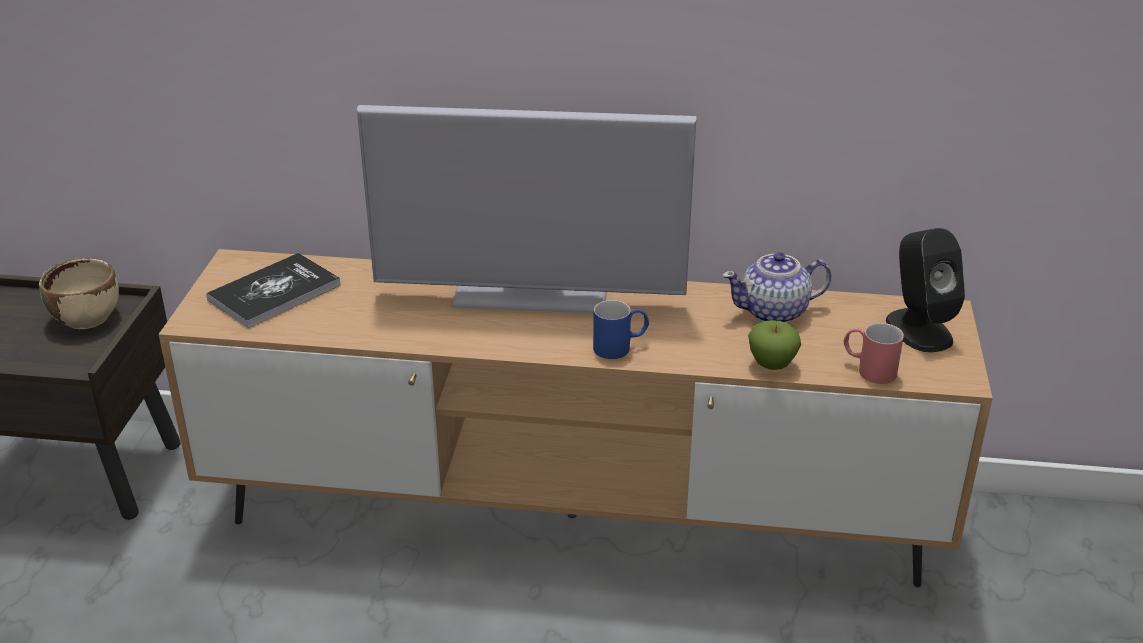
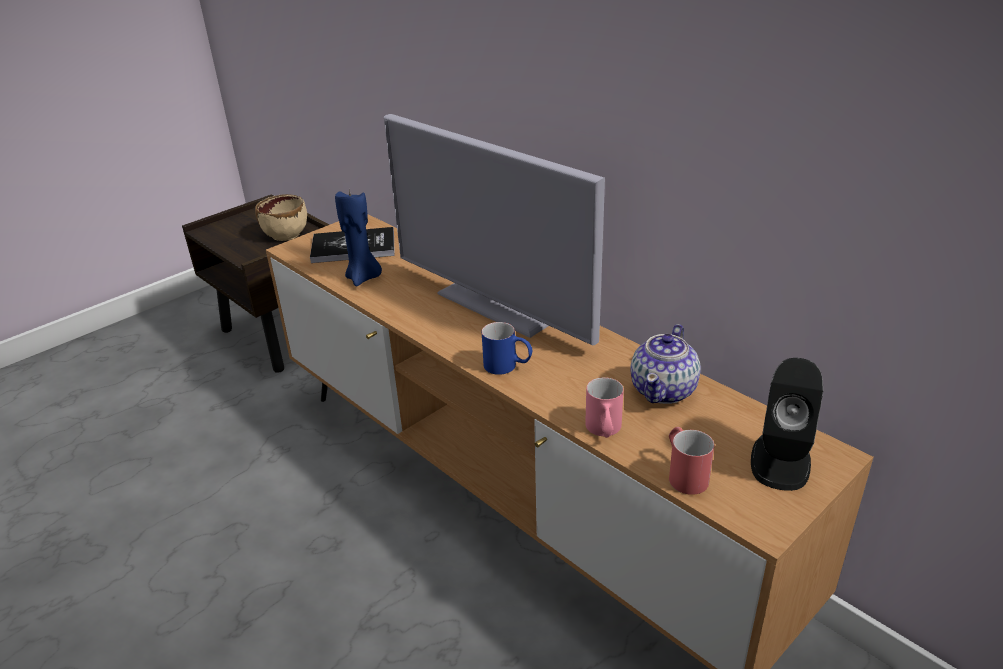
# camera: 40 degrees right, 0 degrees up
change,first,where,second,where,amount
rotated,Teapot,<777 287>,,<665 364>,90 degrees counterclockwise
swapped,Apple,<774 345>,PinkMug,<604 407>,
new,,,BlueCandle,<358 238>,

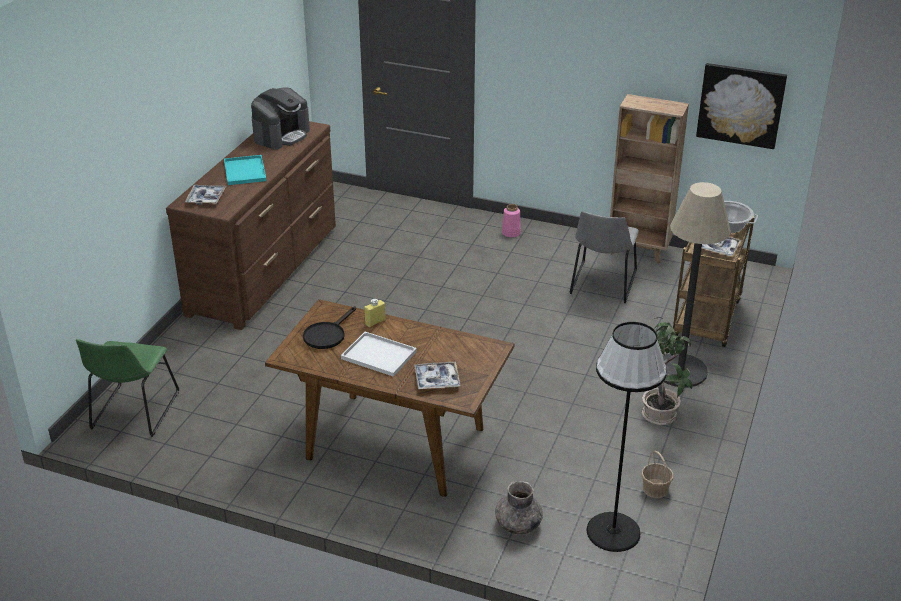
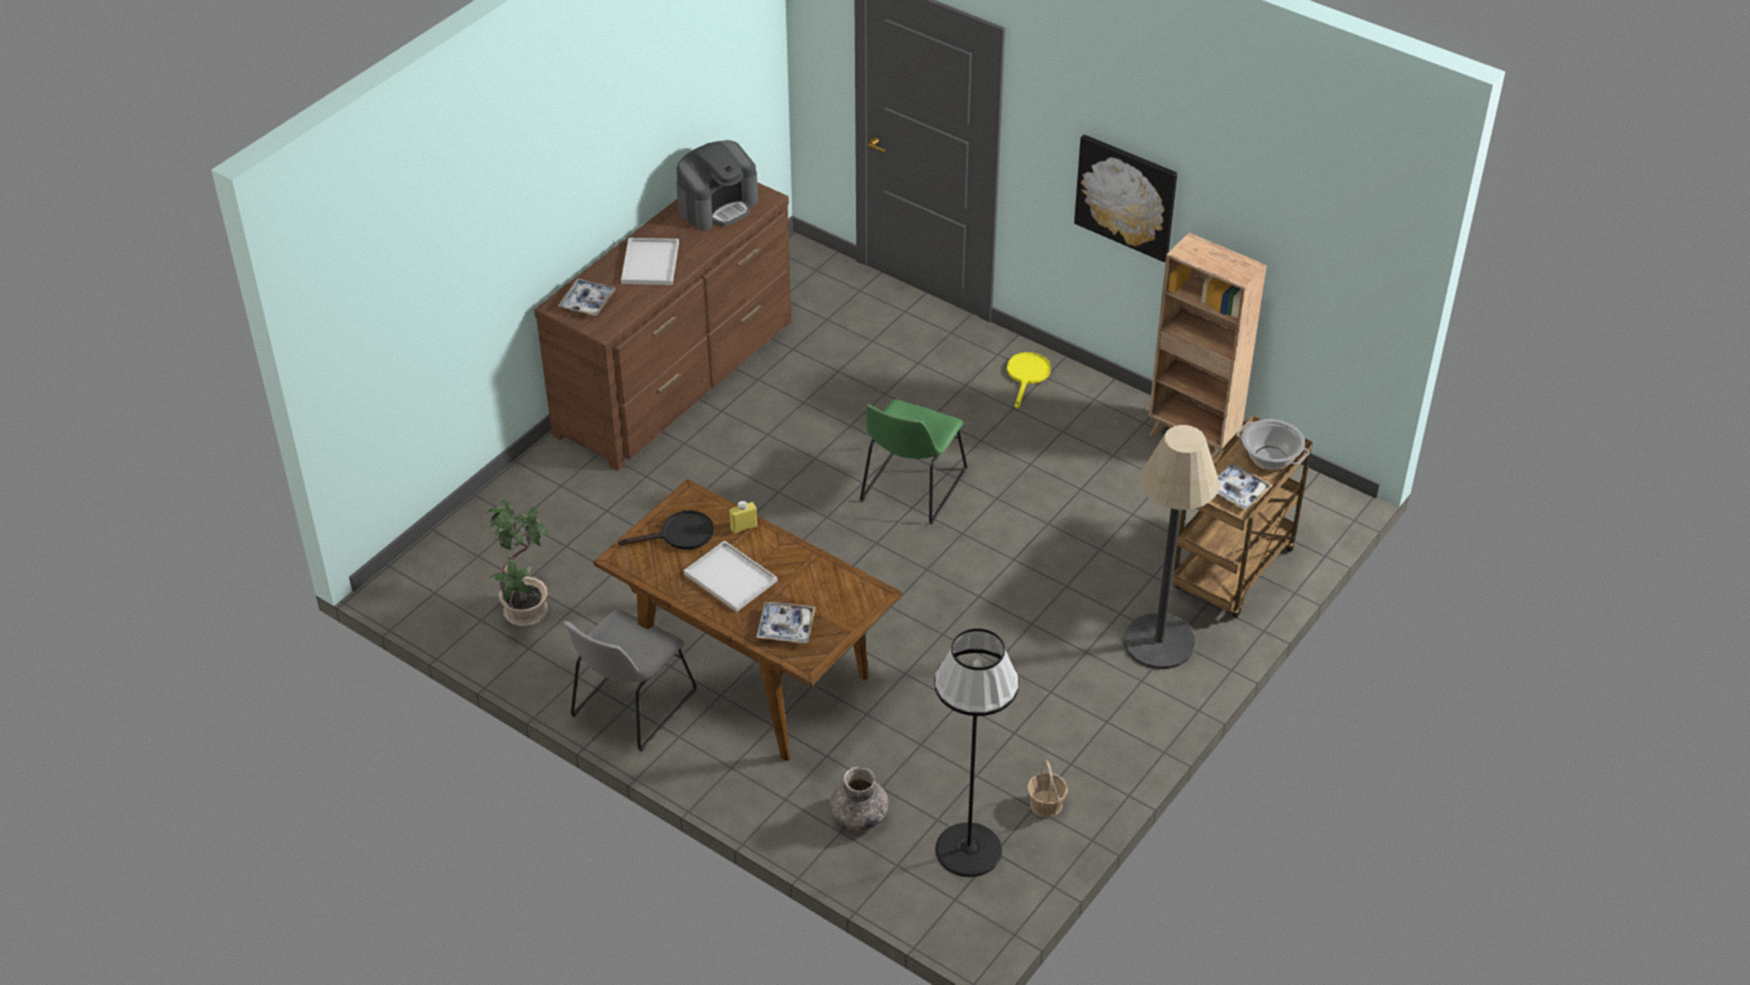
# camera: 15 degrees right, 10 degrees up
change,first,where,second,where,amount
shifted,GreenChair,<127 388>,,<913 461>,
repainted,TurquoiseTray,<245 170>,WhiteTray,<650 261>,
rotated,BlackFryingPan,<329 327>,,<666 530>,150 degrees counterclockwise
swapped,PinkVase,<511 221>,YellowFryingPan,<1029 380>,
shifted,GreyChair,<604 257>,,<630 680>,
shifted,PottedPlant,<667 371>,,<517 562>,
shifted,Picture,<741 106>,,<1125 198>,

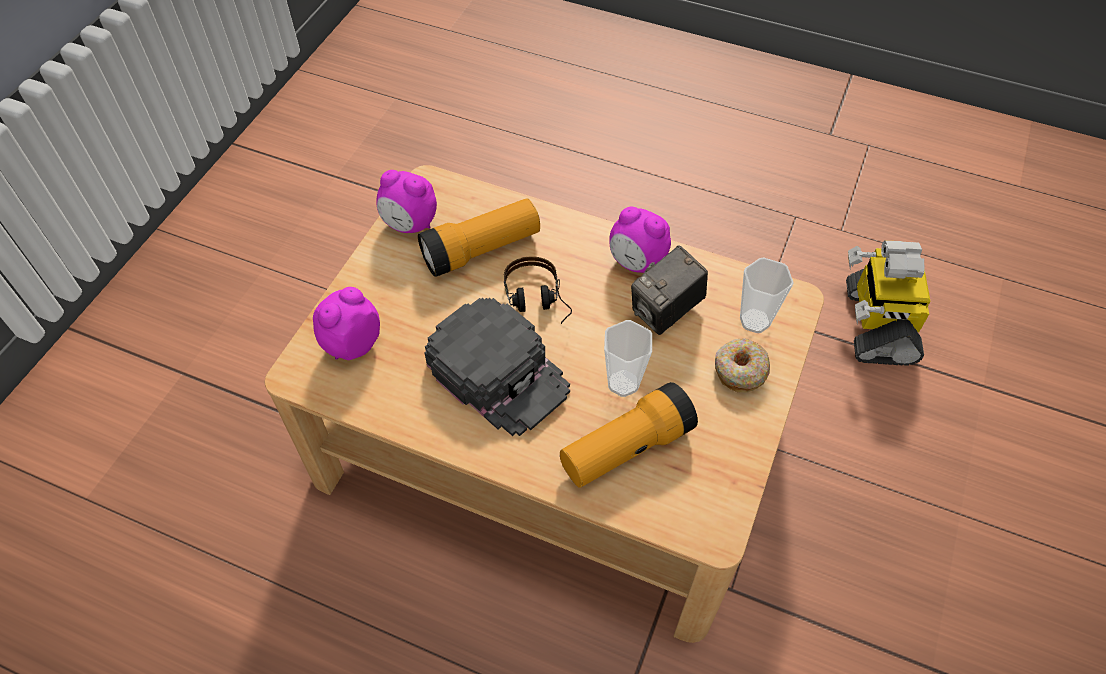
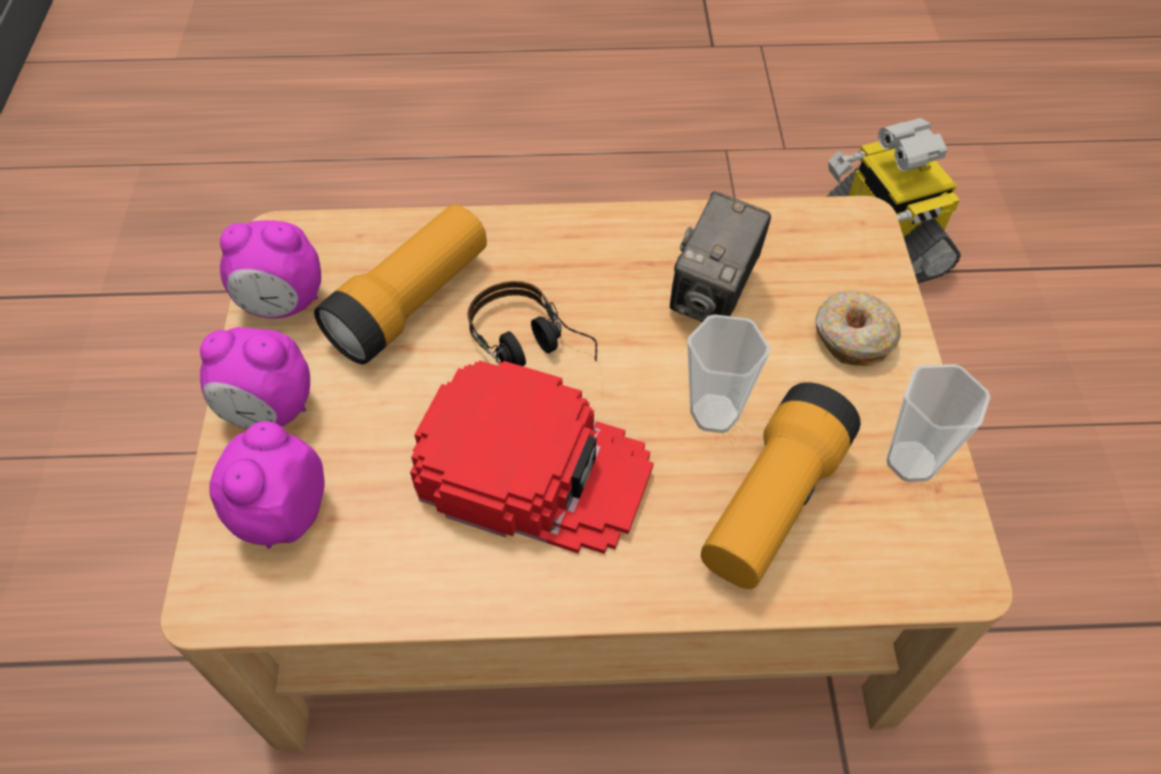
# camera: 25 degrees left, 0 degrees up
change,first,where,second,where,amount
repainted,BlackCap,<497 367>,RedCap,<532 457>,
shifted,AlarmClock,<640 239>,,<255 378>,
shifted,Cup,<767 295>,,<938 423>,

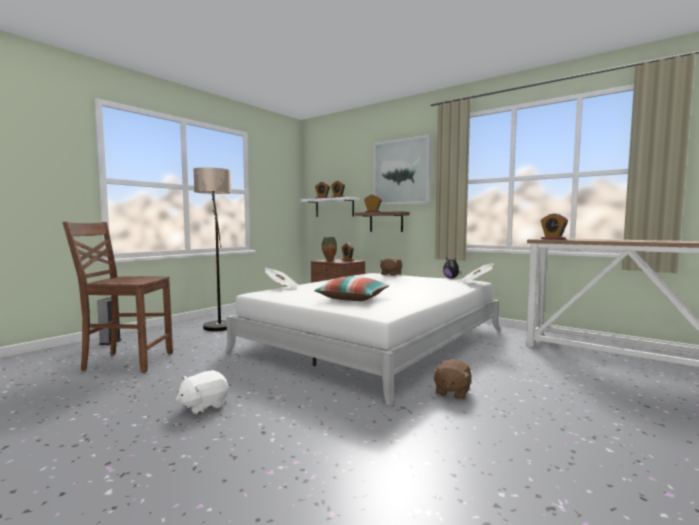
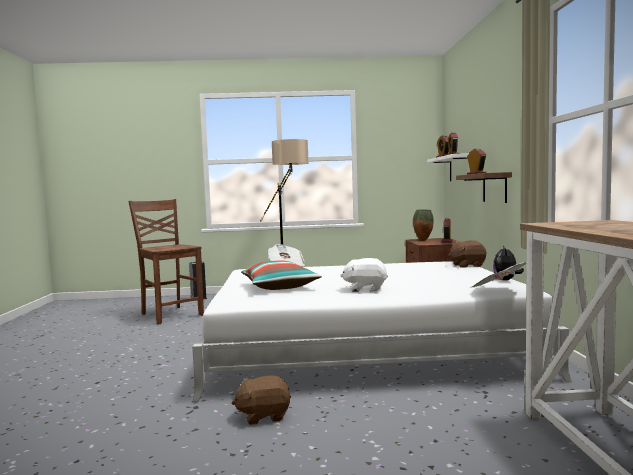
# camera: 50 degrees right, 0 degrees up
change,first,where,second,where,amount
shifted,WhitePlushToy,<202 392>,,<364 275>,
gone,Picture,<402 169>,,,
gone,AlarmClock,<554 227>,,,

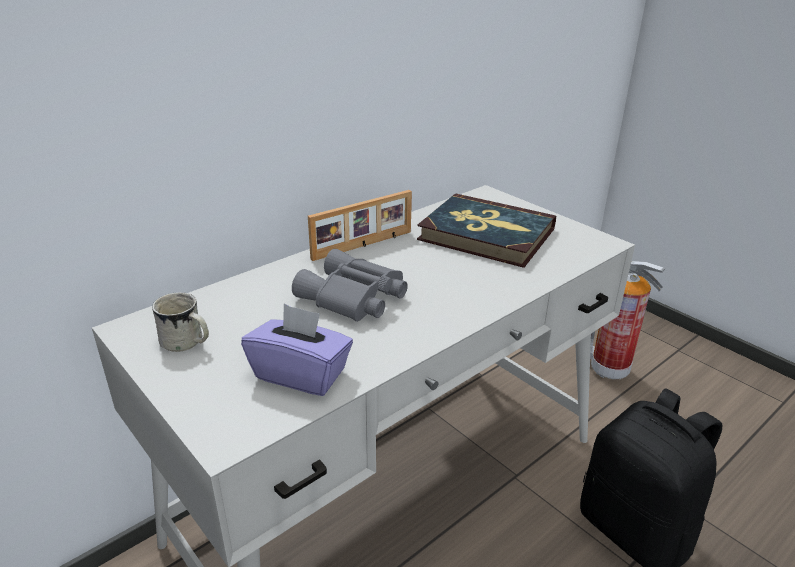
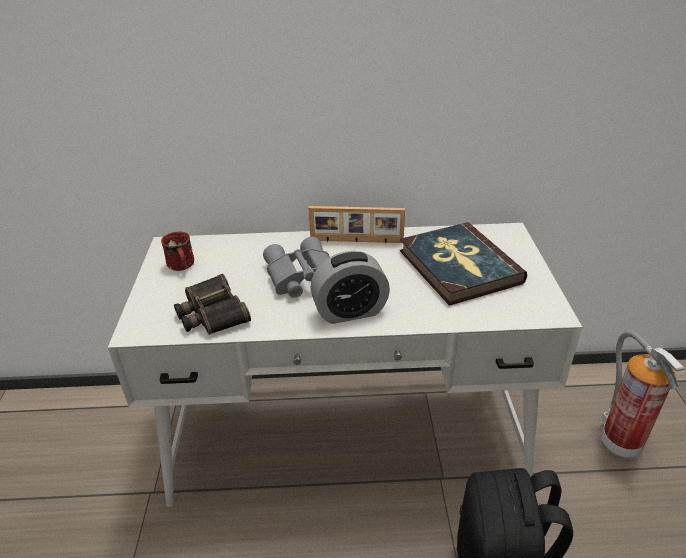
# camera: 40 degrees right, 5 degrees up
change,first,where,second,where,amount
repainted,WhiteMug,<180 322>,RedMug,<177 251>,
swapped,PurpleTissueBox,<297 350>,Binoculars,<212 304>,
new,,,AlarmClock,<350 287>,

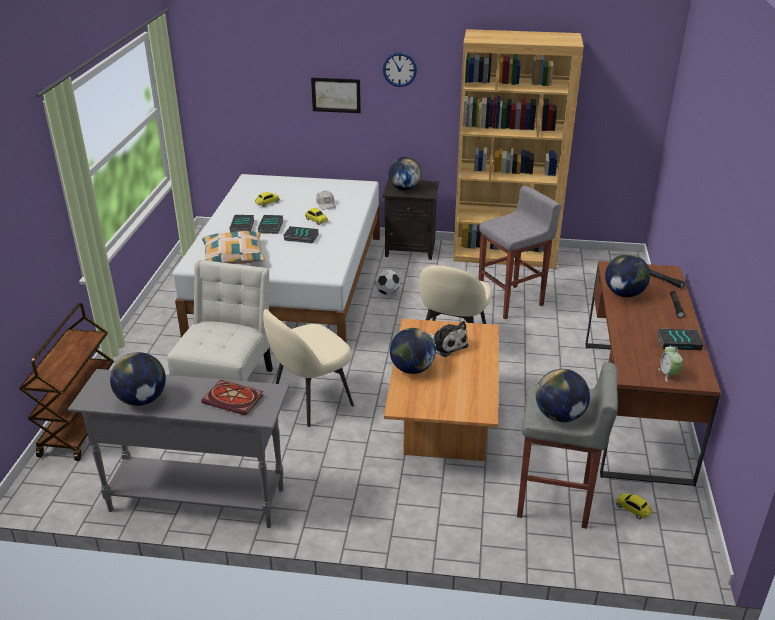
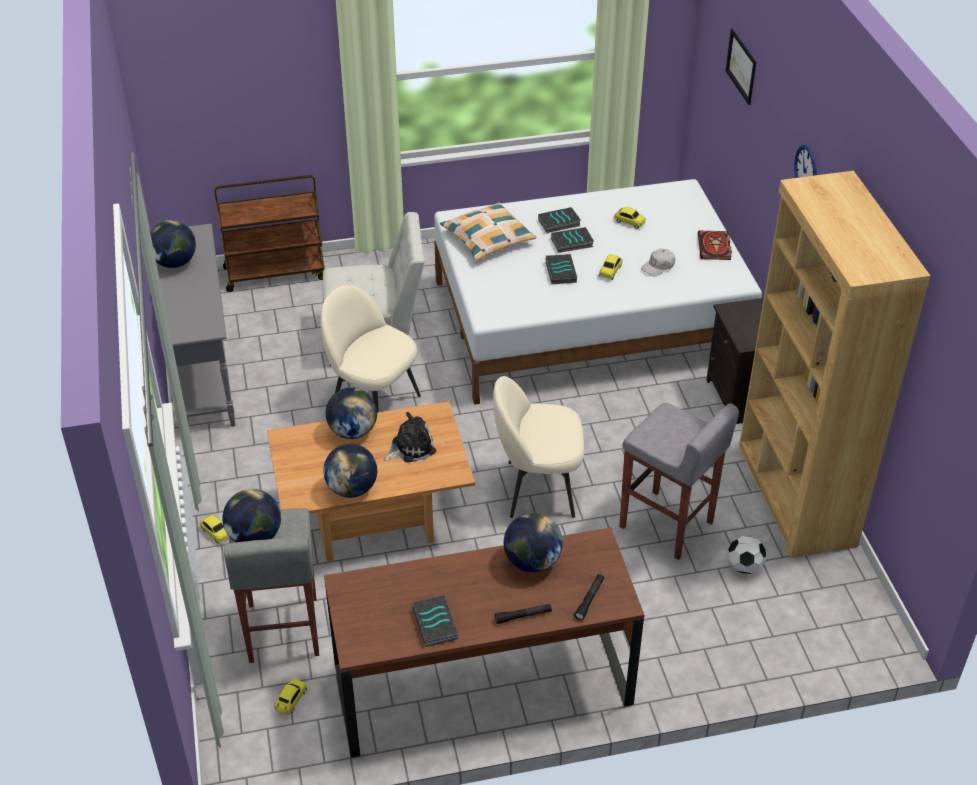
# camera: 70 degrees right, 10 degrees up
change,first,where,second,where,amount
shifted,Book,<232 398>,,<715 245>,
shifted,Picture,<336 95>,,<741 67>,
shifted,Football,<387 282>,,<746 555>,
shifted,Globe,<405 173>,,<350 471>,
rotated,PlushToy,<449 339>,,<410 437>,150 degrees counterclockwise
gone,AlarmClock,<670 364>,,,
new,,,ToyCar,<214 529>,

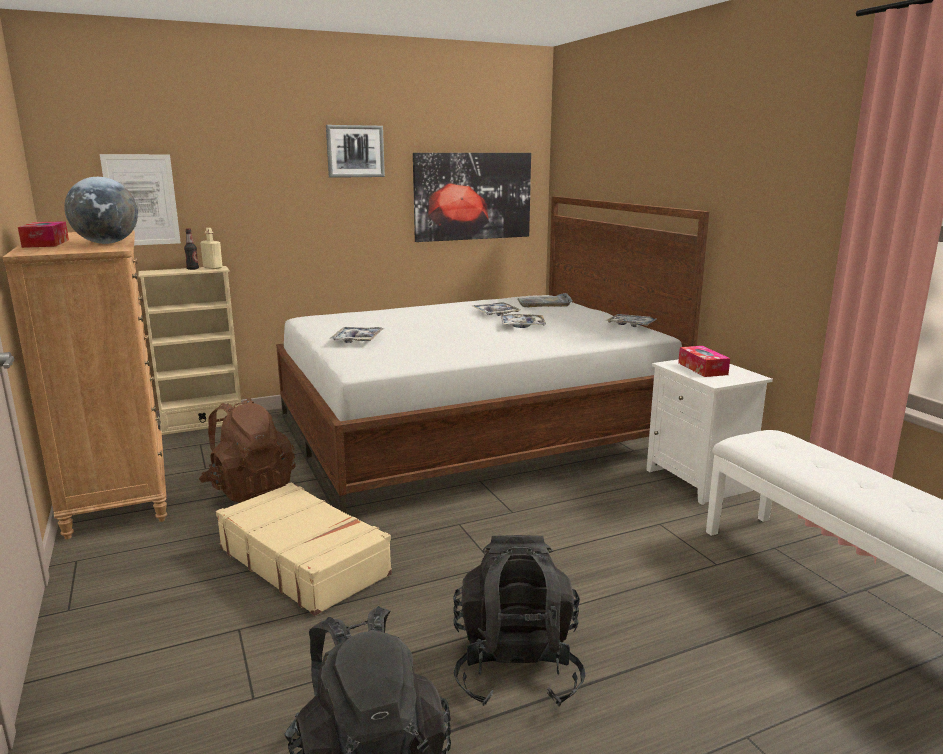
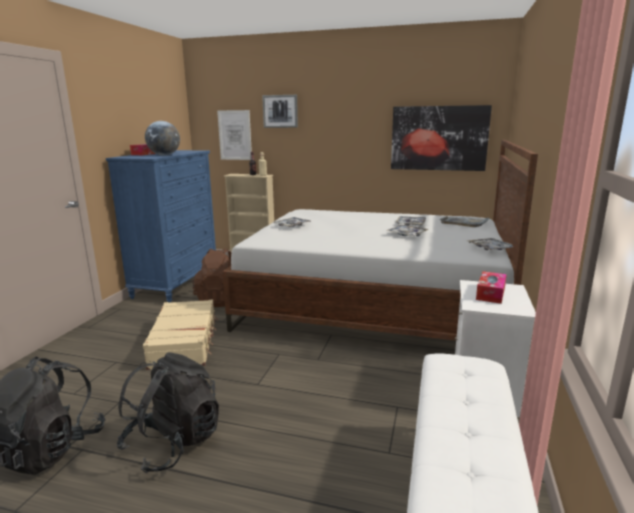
# camera: 40 degrees right, 0 degrees up
change,first,where,second,where,amount
repainted,BrownDresser,<85 384>,BlueDresser,<161 226>,
shifted,Picture,<355 151>,,<280 111>,

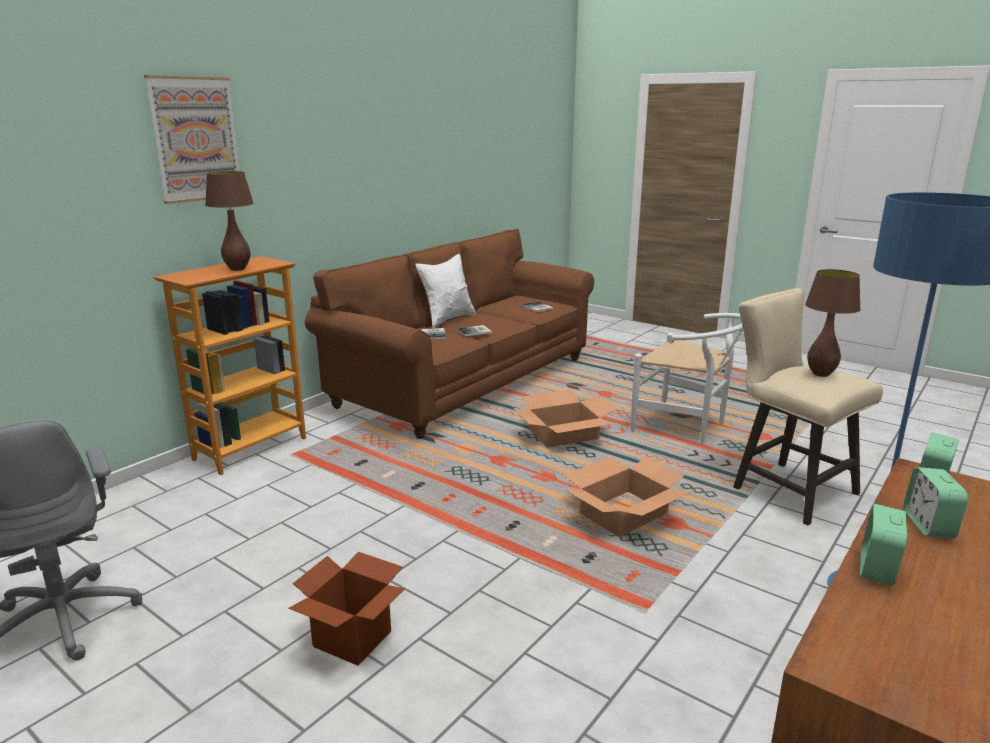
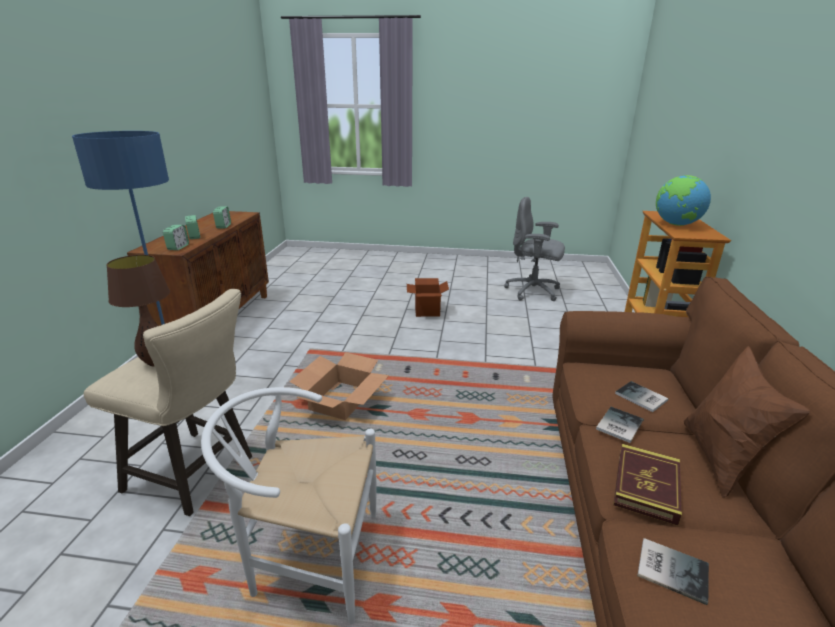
# camera: 150 degrees right, 5 degrees up
change,first,where,second,where,amount
gone,Picture,<192 139>,,,
swapped,BrownTableLamp,<229 221>,Globe,<683 200>,
repainted,WhitePillow,<445 291>,BrownPillow,<747 422>,
gone,CardboardBox,<565 418>,,,
new,,,Book,<647 485>,

